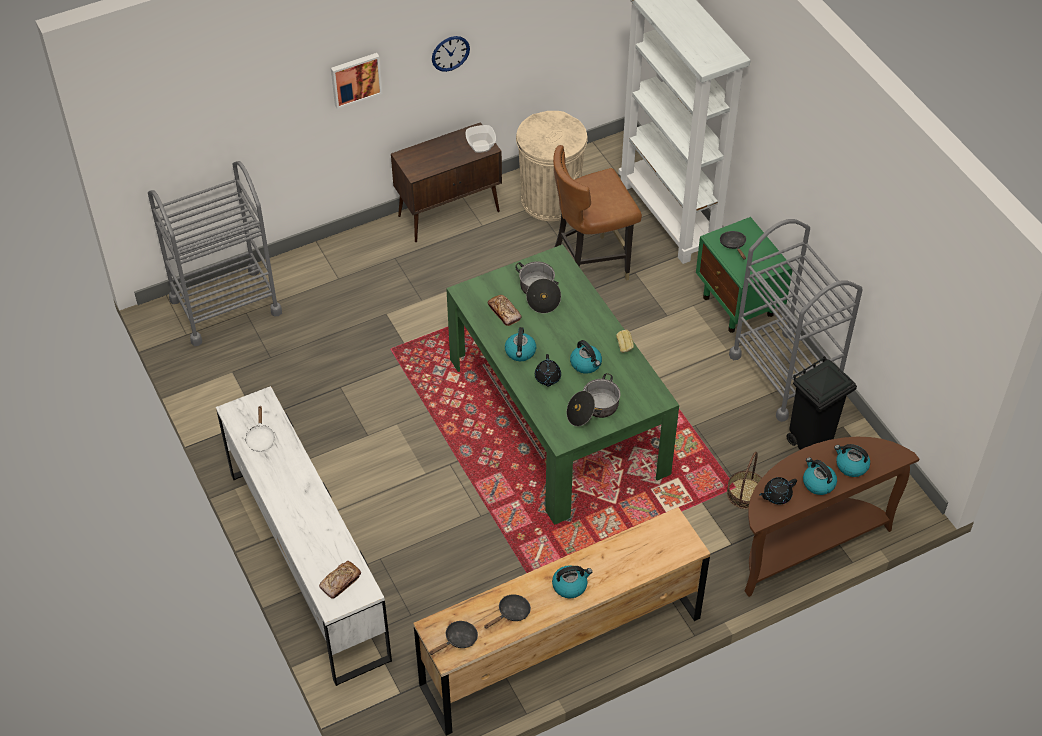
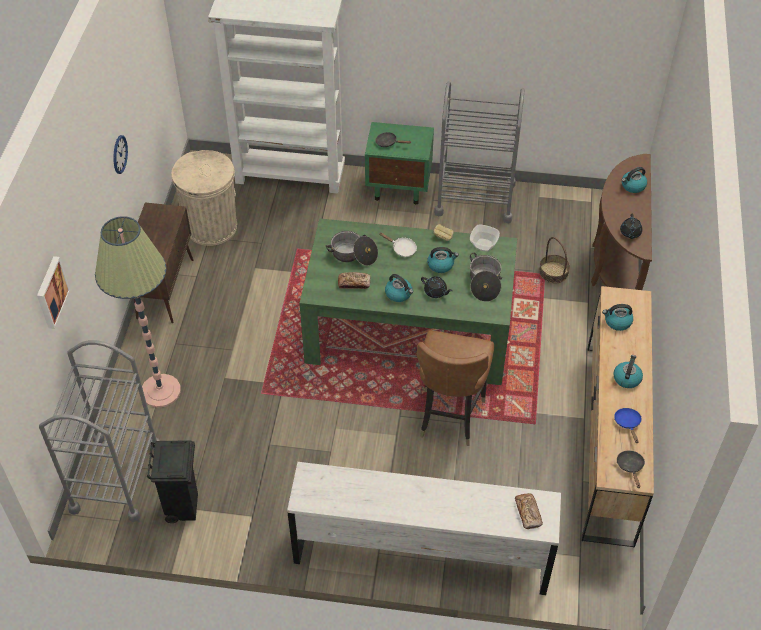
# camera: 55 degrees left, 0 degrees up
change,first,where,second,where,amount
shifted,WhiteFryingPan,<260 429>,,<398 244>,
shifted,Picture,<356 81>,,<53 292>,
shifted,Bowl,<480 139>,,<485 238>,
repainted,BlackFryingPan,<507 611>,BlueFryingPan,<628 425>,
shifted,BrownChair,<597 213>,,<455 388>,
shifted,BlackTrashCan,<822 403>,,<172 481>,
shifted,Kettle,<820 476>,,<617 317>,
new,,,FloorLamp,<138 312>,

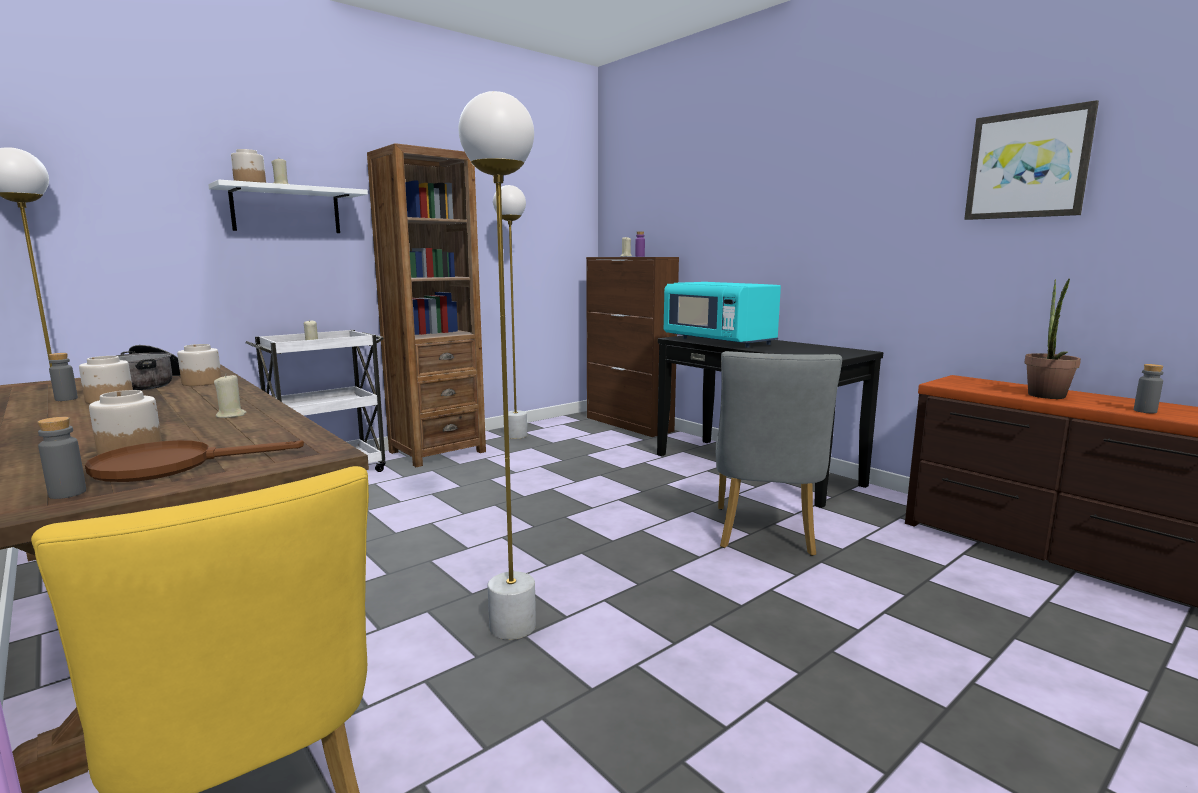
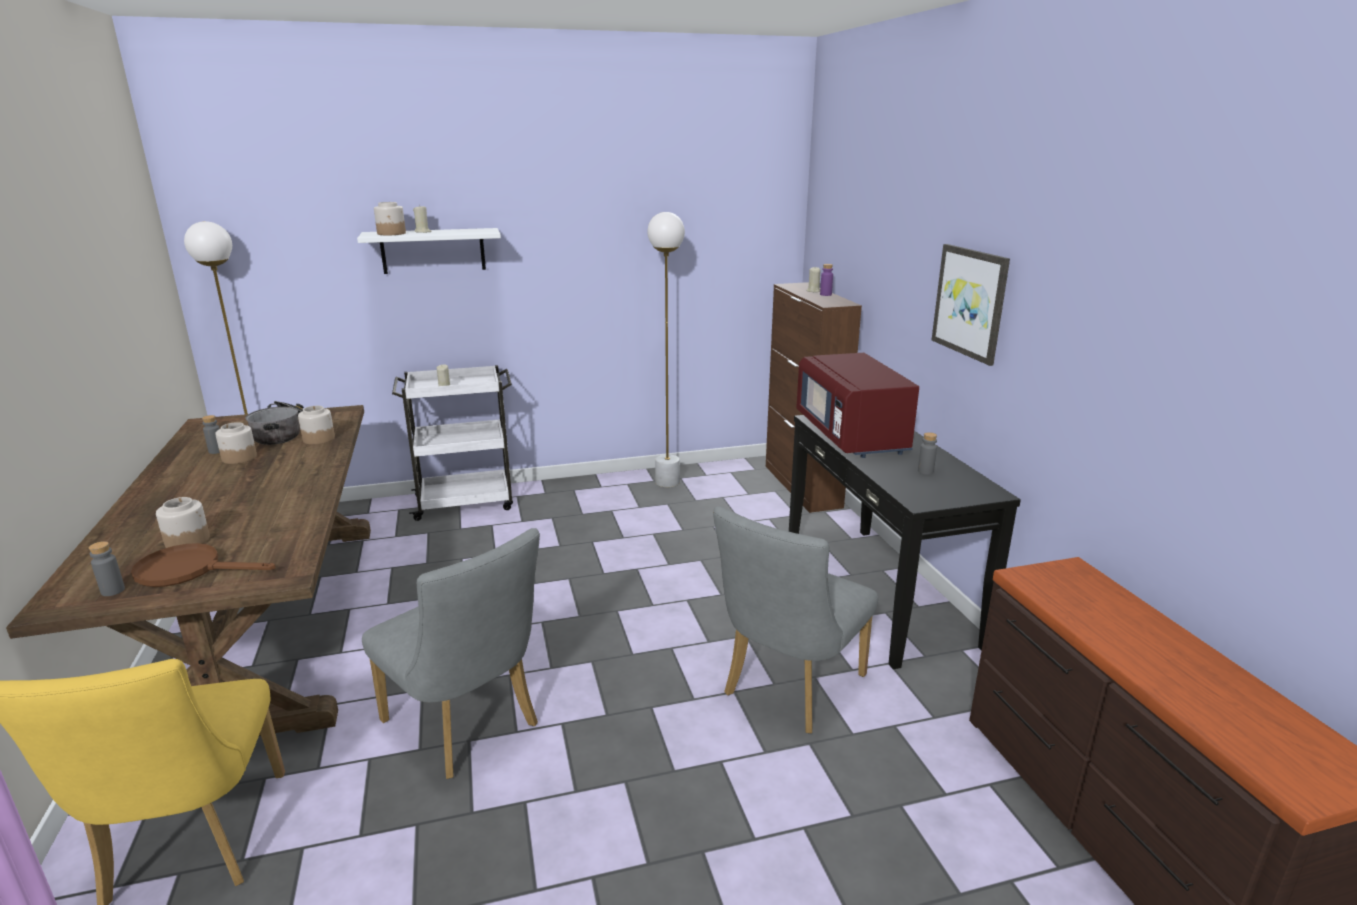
# camera: 25 degrees right, 10 degrees up
change,first,where,second,where,amount
gone,BeigeCandle,<230 396>,,,
gone,BrownBookcase,<426 305>,,,
swapped,WhiteFloorLamp,<497 365>,GreyChair,<451 653>,
repainted,TurquoiseMicrowave,<722 315>,RedMicrowave,<857 405>,
shifted,Picture,<1031 160>,,<971 305>,
gone,PottedPlant,<1052 338>,,,
shifted,GreyBottle,<1149 388>,,<927 453>,

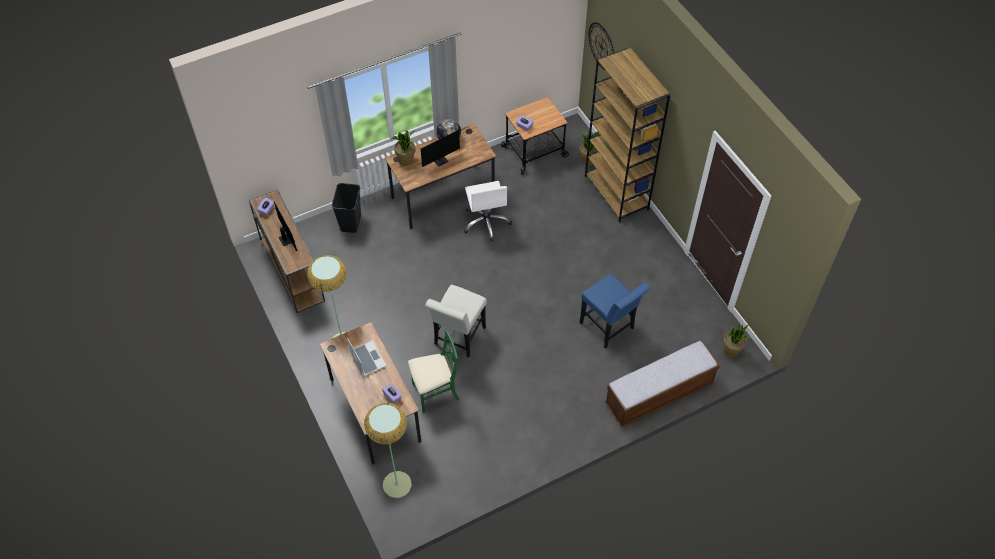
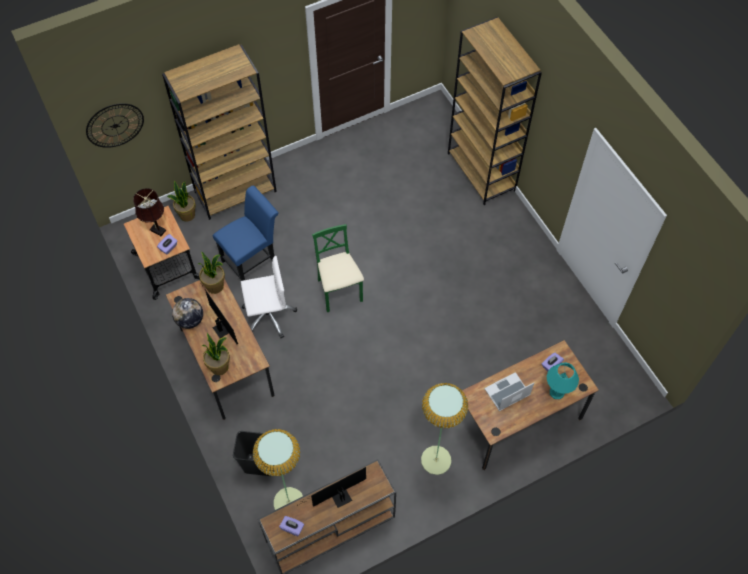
# camera: 90 degrees left, 5 degrees up
change,first,where,second,where,amount
shifted,FloorLamp,<388 450>,,<278 469>,
shifted,GreenChair,<433 372>,,<338 268>,
gone,WhiteChair,<456 321>,,,
shifted,BlueChair,<615 311>,,<246 233>,
swapped,Bench,<662 384>,BrownBookcase,<495 111>,
shifted,PottedPlant,<737 340>,,<211 273>,
new,,,BrownTableLamp,<149 212>,
new,,,TurquoiseTableLamp,<563 381>,

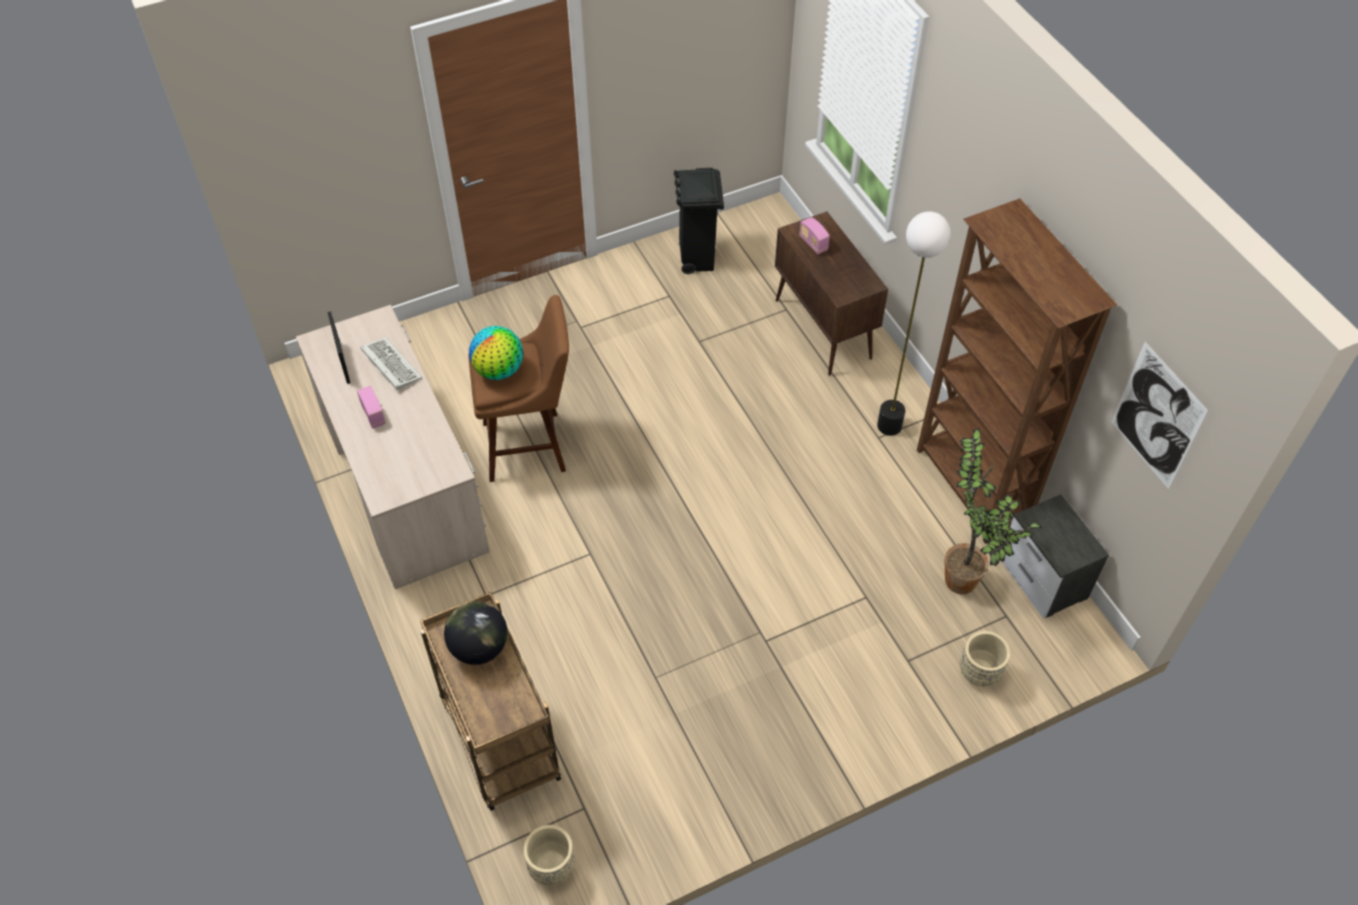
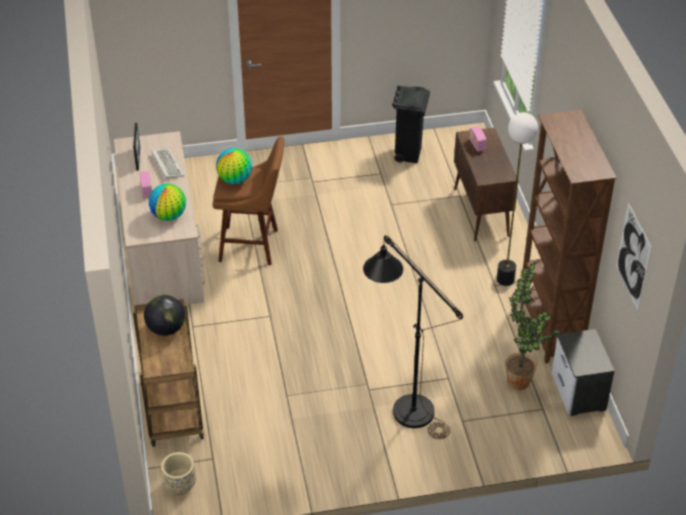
# camera: 15 degrees right, 10 degrees down
change,first,where,second,where,amount
gone,BeigePlanter,<985 659>,,,
new,,,Globe,<167 202>,
new,,,BlackFloorLamp,<413 337>,

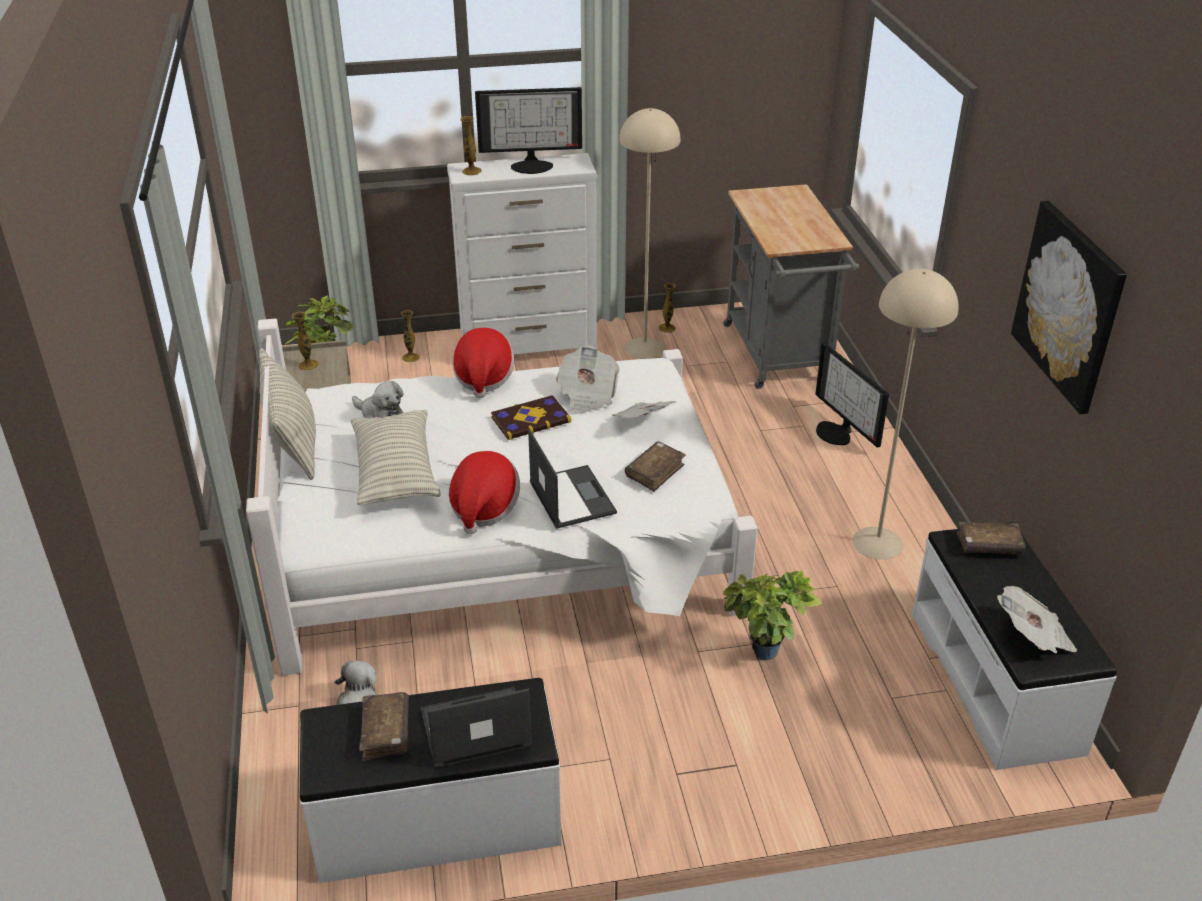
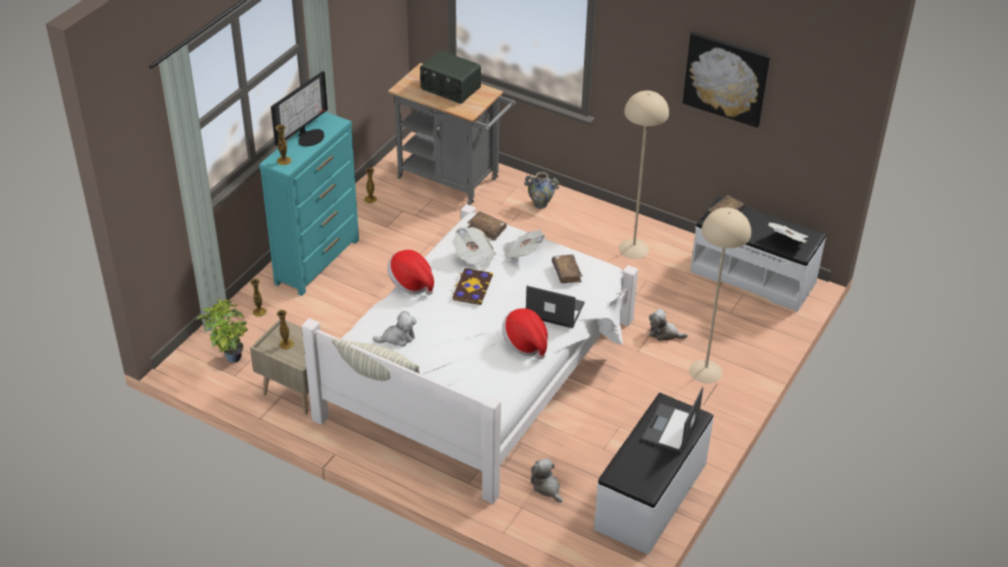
# camera: 50 degrees left, 5 degrees up
change,first,where,second,where,amount
gone,Pillow,<395 457>,,,
shifted,BrownBook,<384 726>,,<487 226>,
repainted,WhiteDresser,<522 253>,TurquoiseDresser,<309 204>,
shifted,BeigeFloorLamp,<650 233>,,<720 295>,
swapped,PottedPlant,<772 615>,PlushToy,<668 325>,
swapped,Monitor,<852 395>,Vase,<541 190>,
new,,,Radio,<450 77>,

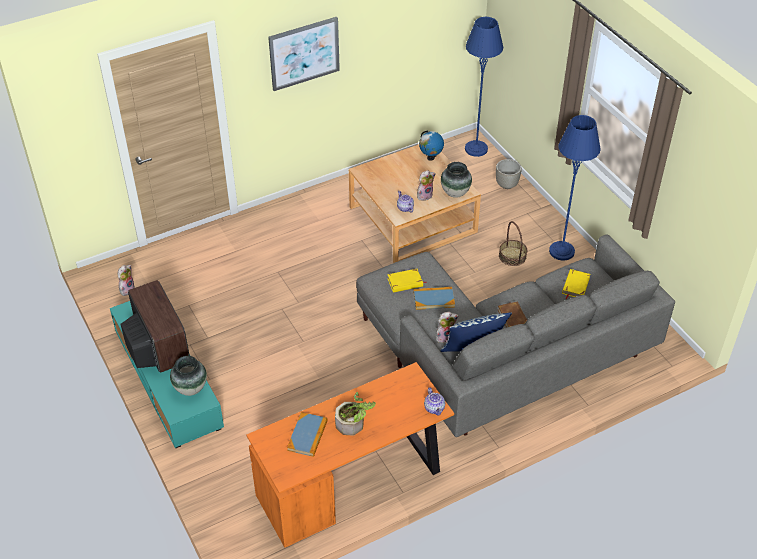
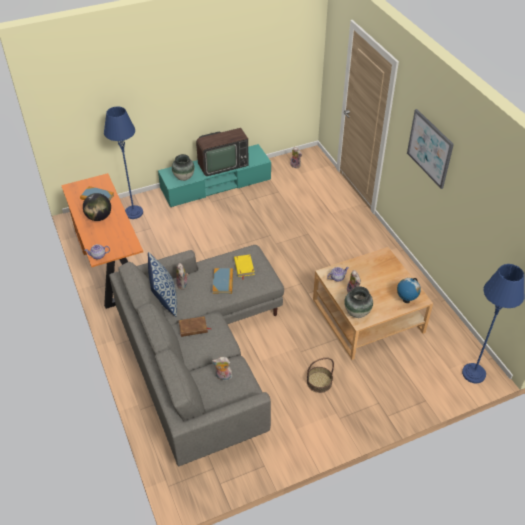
# camera: 95 degrees right, 0 degrees up
change,first,where,second,where,amount
swapped,PottedPlant,<355 413>,Globe,<97 207>,
gone,GreyPlanter,<509 174>,,,
shifted,BlueFloorLamp,<575 188>,,<123 162>,
swapped,YellowBook,<576 284>,PlushToy,<222 369>,

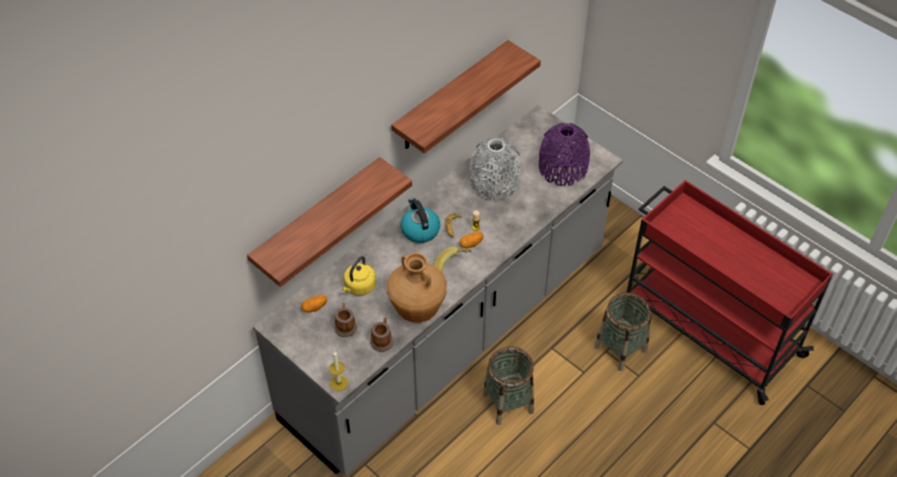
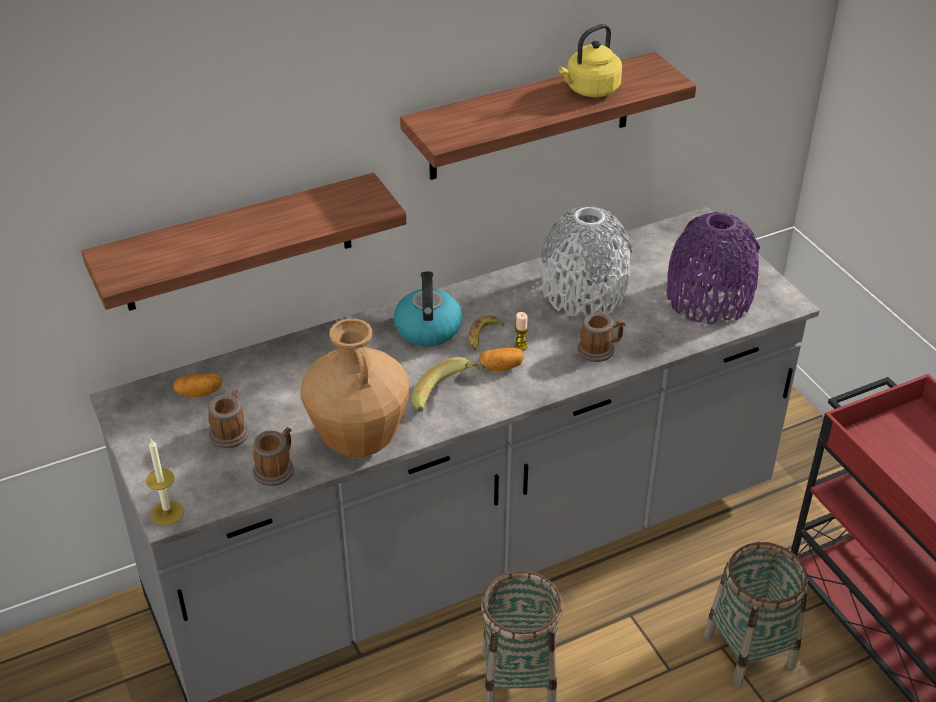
# camera: 20 degrees right, 10 degrees down
change,first,where,second,where,amount
shifted,YellowKettle,<359 275>,,<590 60>,
new,,,Mug,<601 337>,

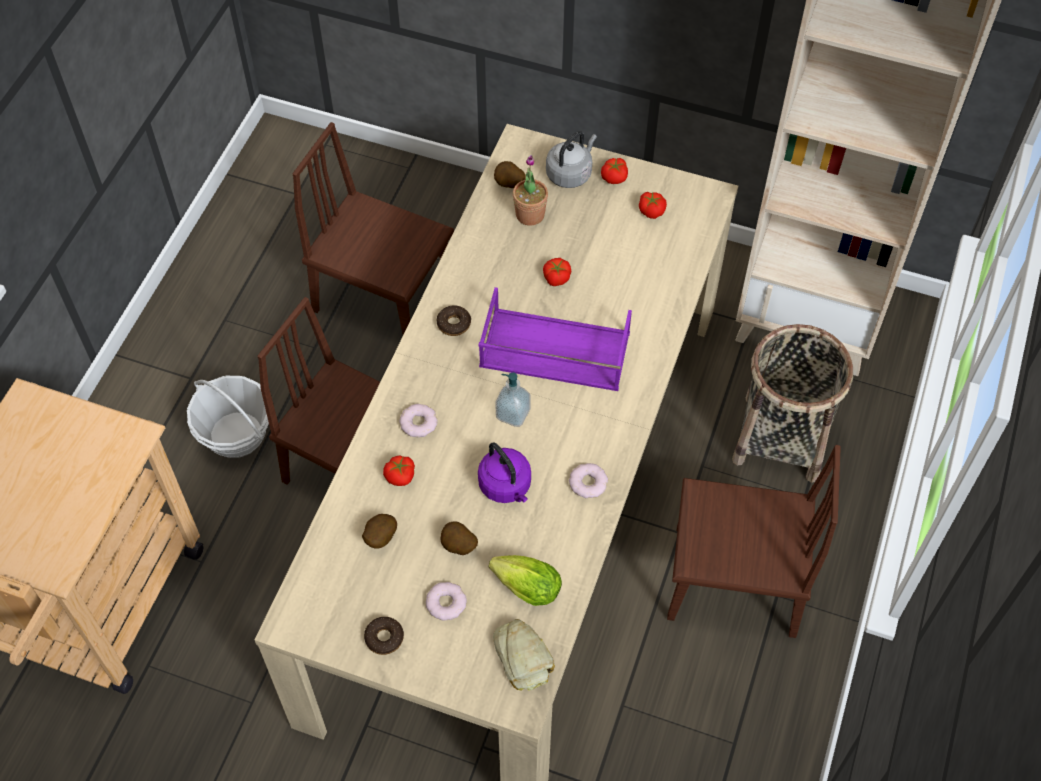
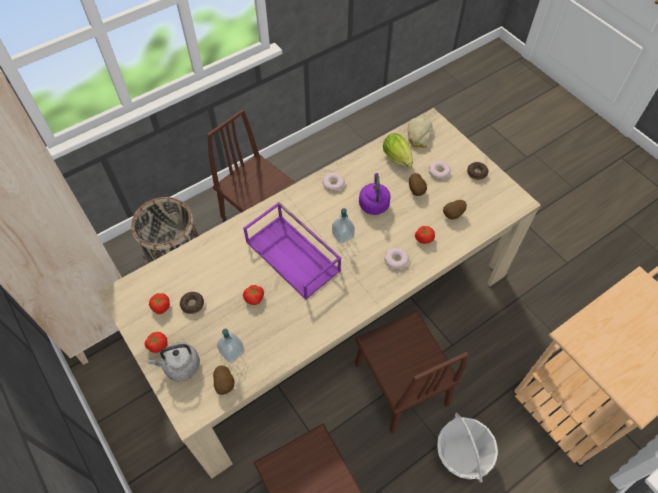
# camera: 145 degrees left, 0 degrees up
change,first,where,second,where,amount
shifted,Donut,<454 320>,,<192 303>,
swapped,PottedPlant,<530 190>,SoapDispenser,<230 346>,

